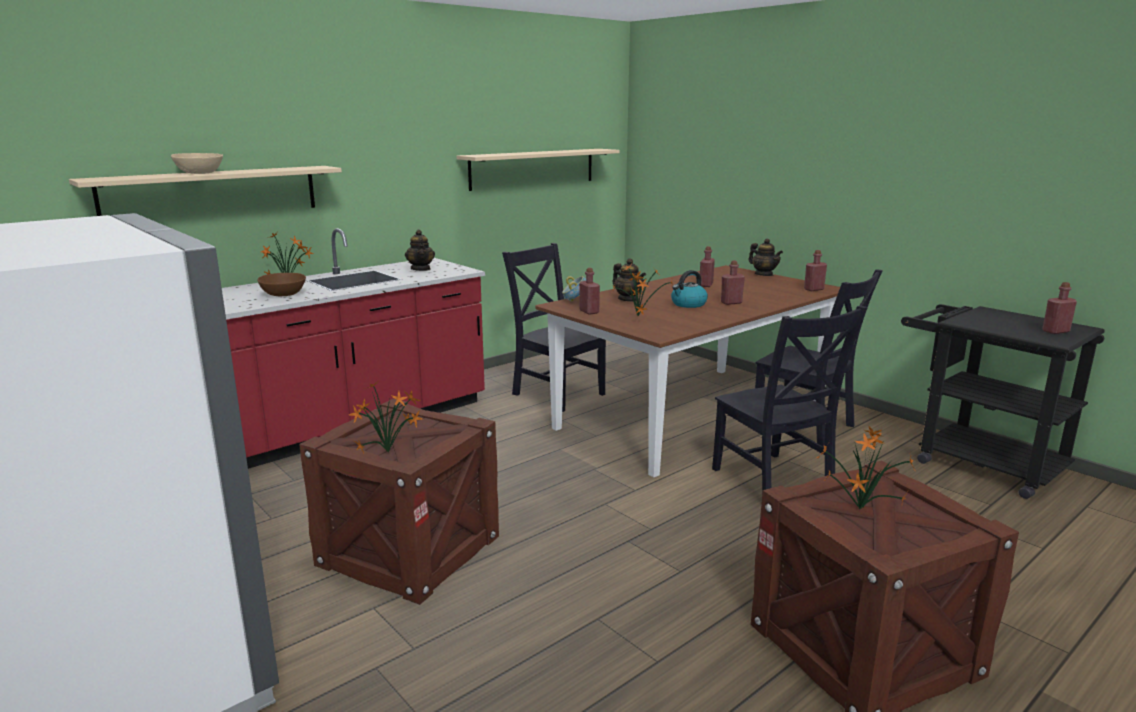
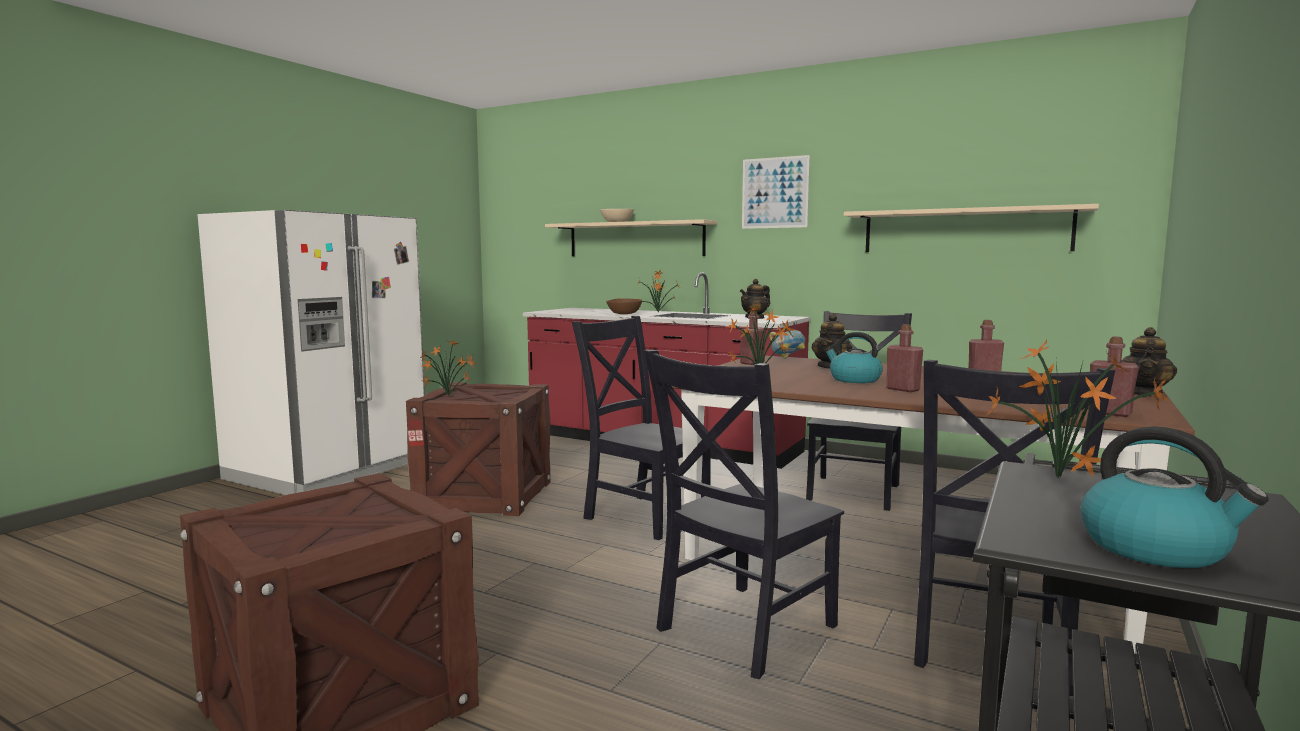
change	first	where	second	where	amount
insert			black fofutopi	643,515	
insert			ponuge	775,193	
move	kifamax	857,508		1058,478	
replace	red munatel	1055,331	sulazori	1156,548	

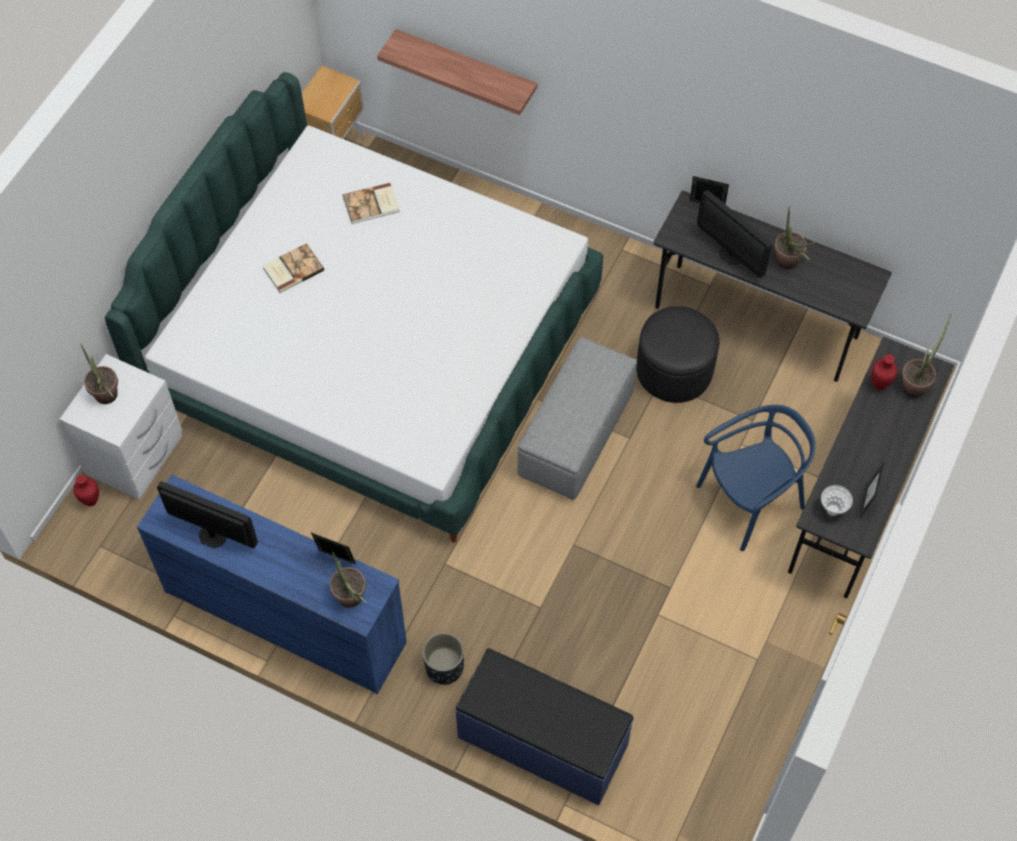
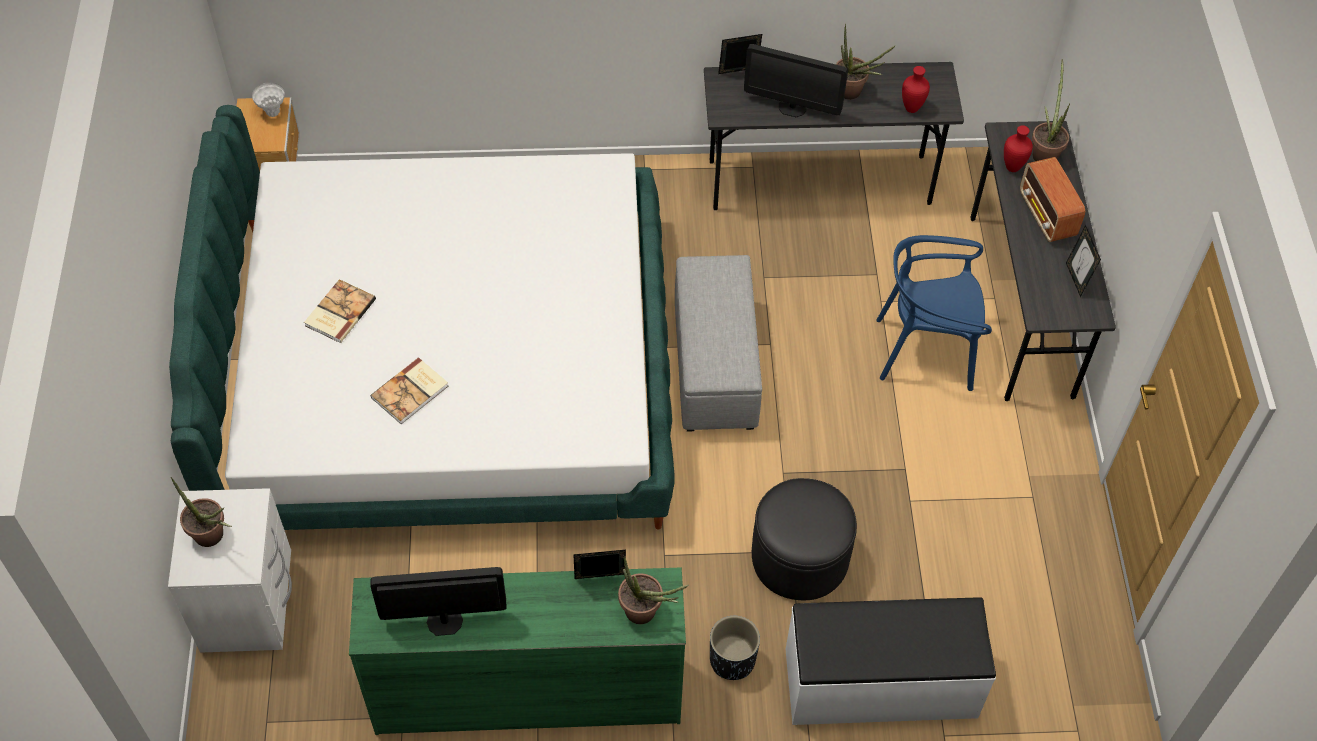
change	first	where	second	where	amount
delete	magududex	466,68			
insert			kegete	1047,216	
move	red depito	90,501		910,108	
move	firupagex	372,205		411,392	
move	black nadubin	674,370		799,557	
move	white depito	832,510		272,112	
recolor	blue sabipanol	285,615	green sabipanol	527,692	
recolor	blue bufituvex	542,742	white bufituvex	880,684	
rotate	blue fofutopi	750,501		926,350	120 degrees counterclockwise

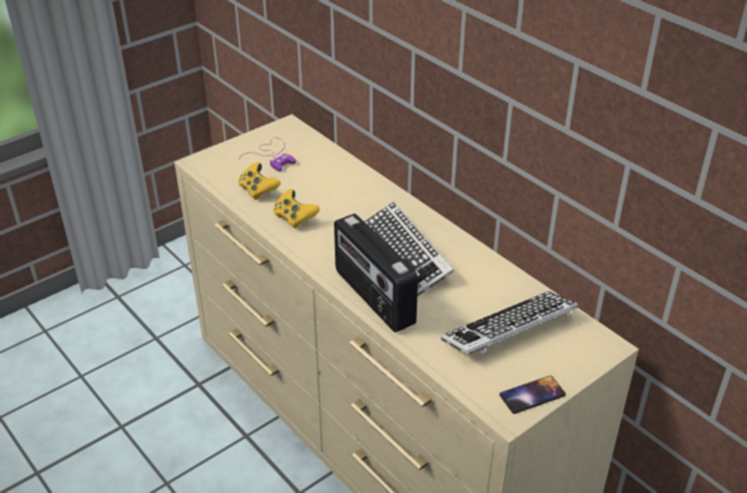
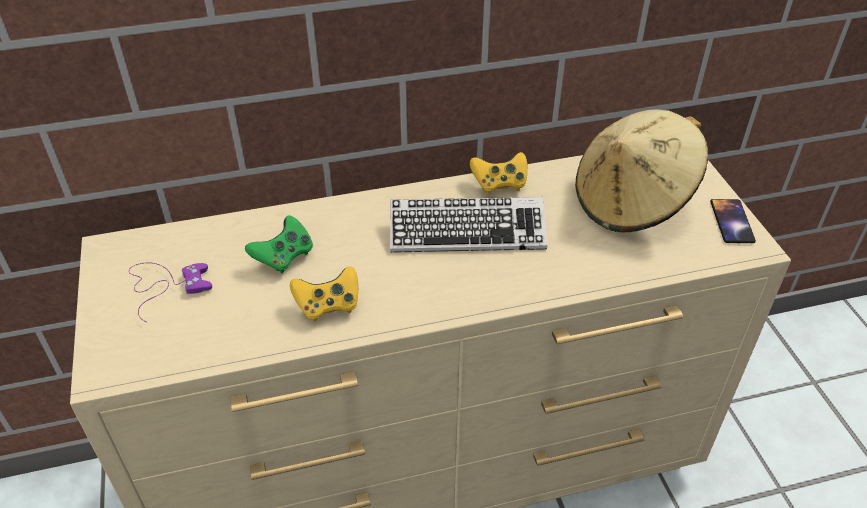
change	first	where	second	where	amount
delete	kegete	373,297			
insert			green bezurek	284,257	
move	yellow bezurek	258,190		499,184	
replace	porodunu	509,330	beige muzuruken	632,202	

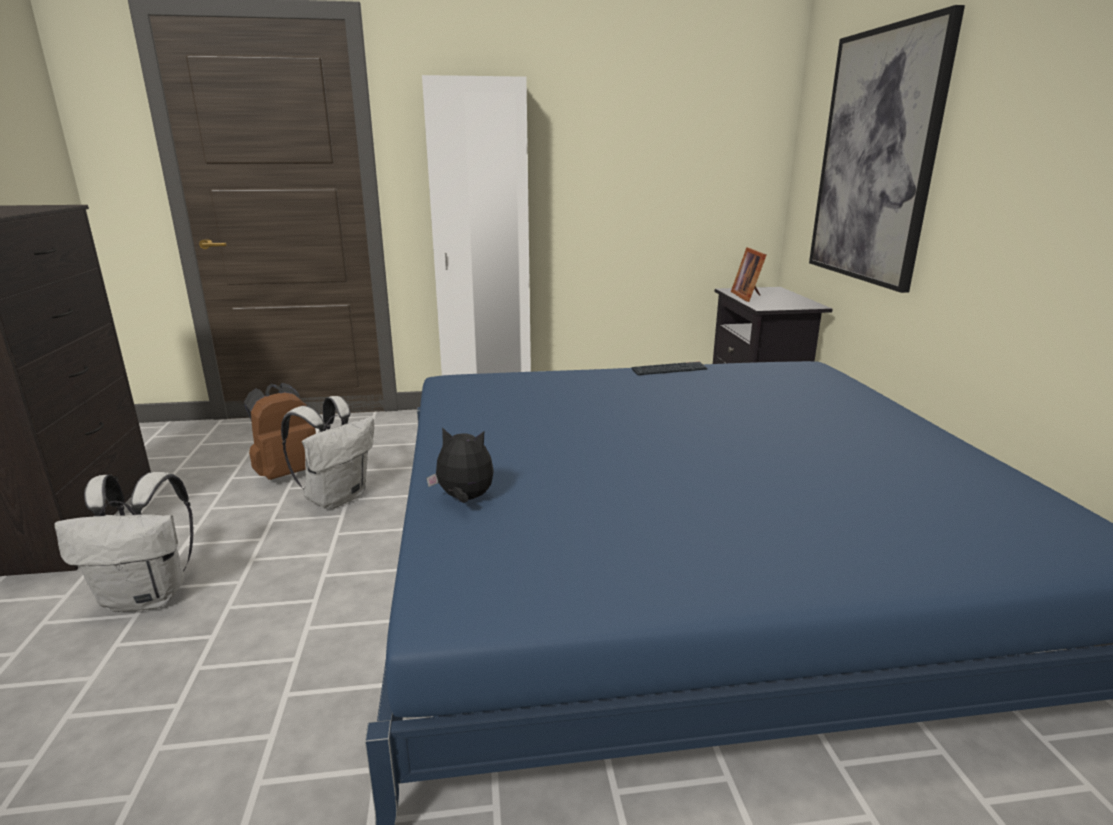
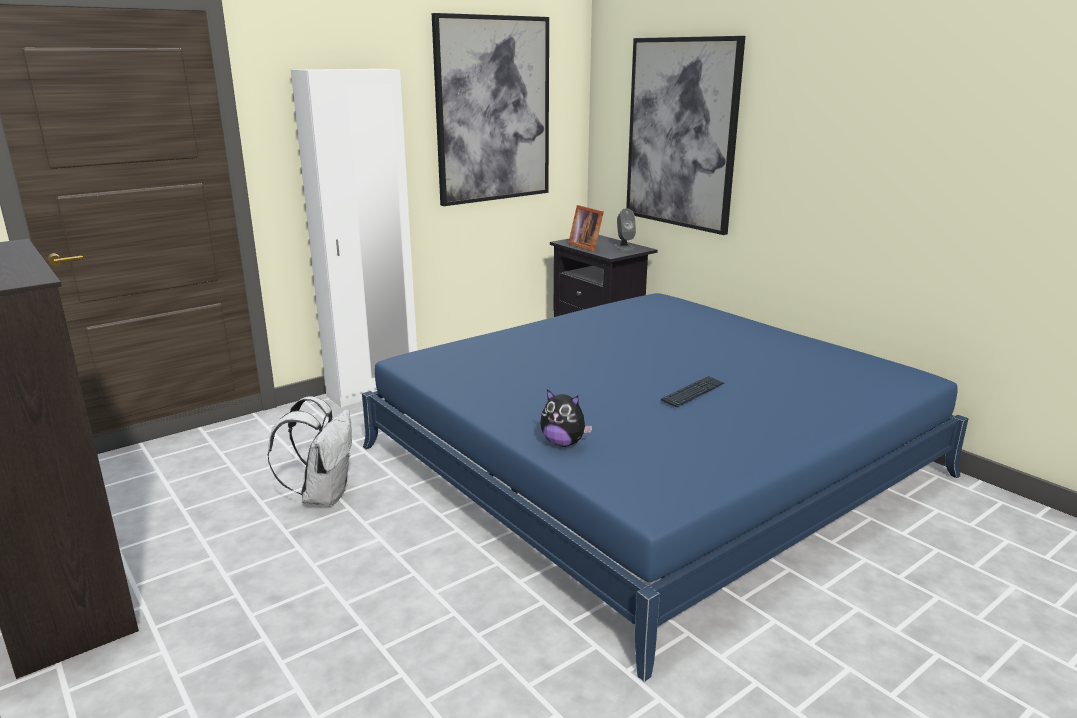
change	first	where	second	where	amount
delete	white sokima	149,597			
delete	brown sokima	288,472			
insert			ponuge	493,110	
insert			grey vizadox	624,247	
move	porodunu	669,370		693,393	
rotate	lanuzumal	464,499		563,443	135 degrees counterclockwise

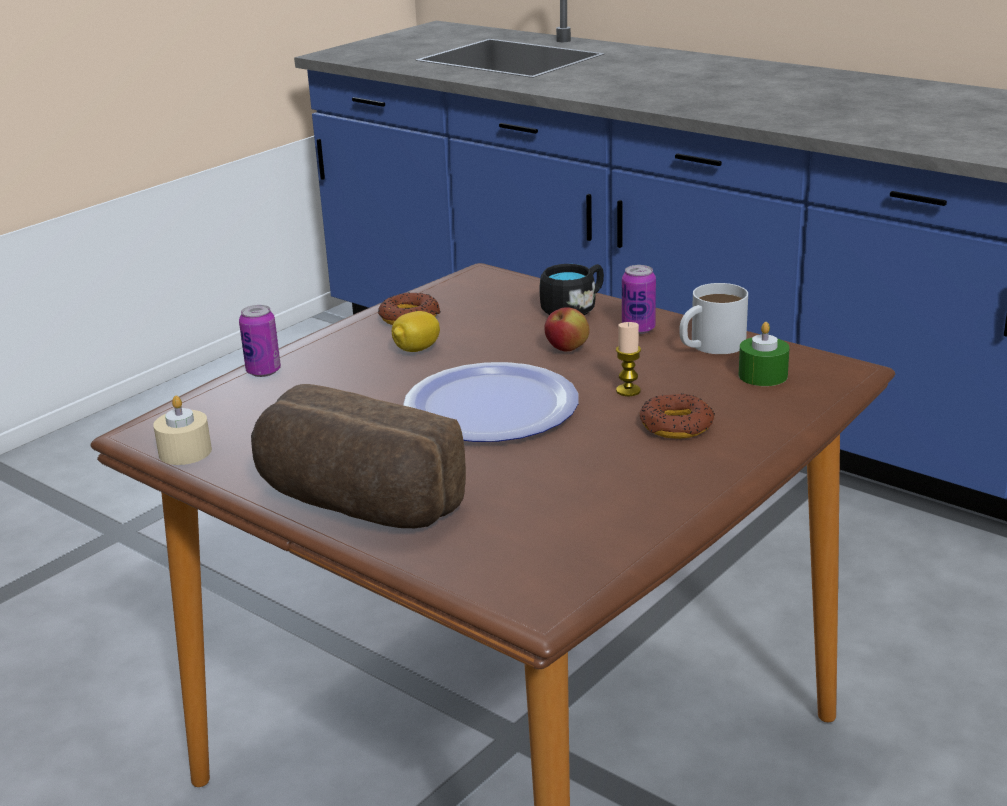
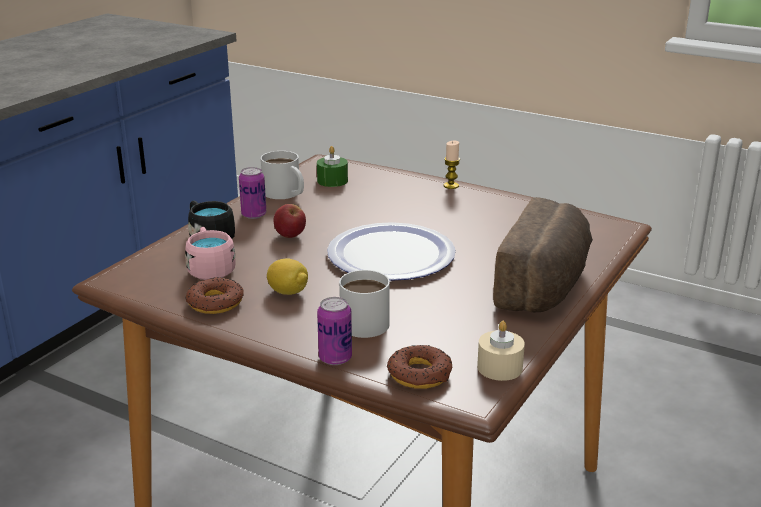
change	first	where	second	where	amount
insert			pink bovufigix	210,268	
insert			white bovufigix	365,319	
move	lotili	628,391		451,186	
move	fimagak	676,425		420,374	

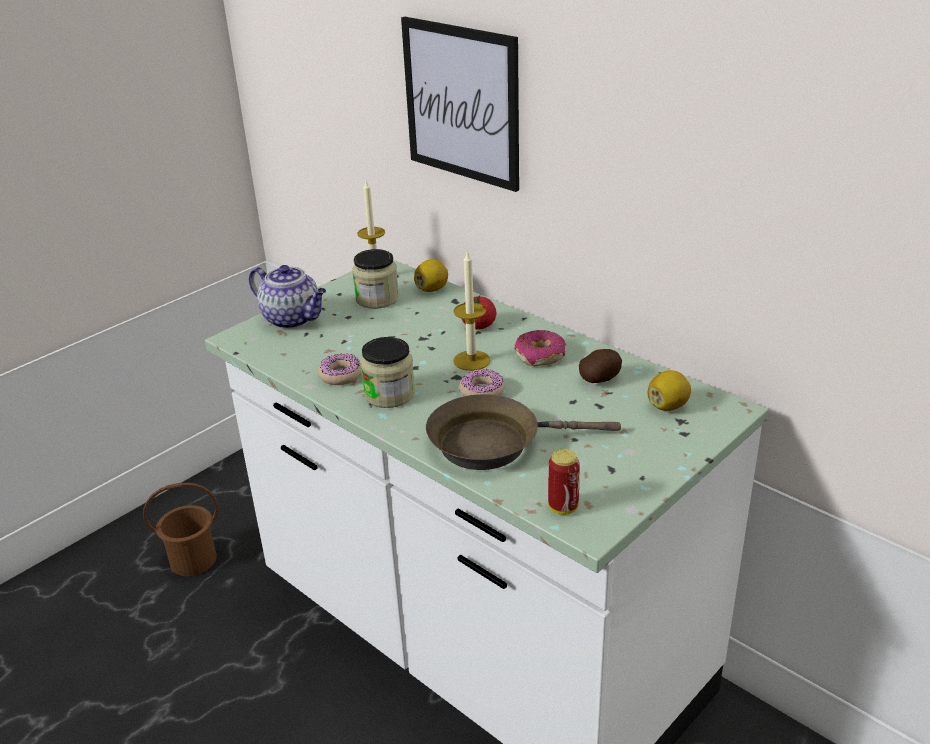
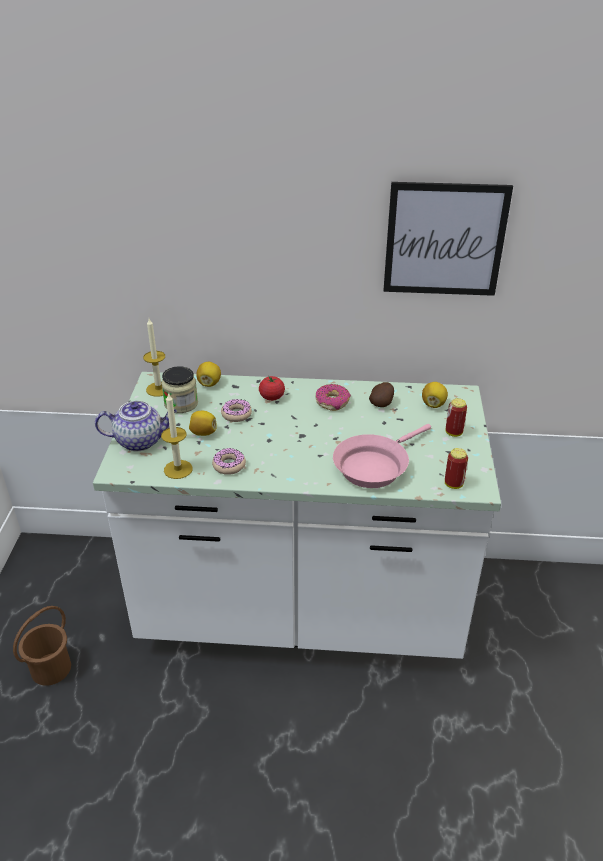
change	first	where	second	where	amount
delete	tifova	389,394			
insert			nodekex	203,433	
insert			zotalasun	453,433	
move	ponuge	461,103		444,240	
move	lotili	471,360		178,469	
move	fimagak	481,391		236,414	
recolor	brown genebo	493,443	pink genebo	374,466	

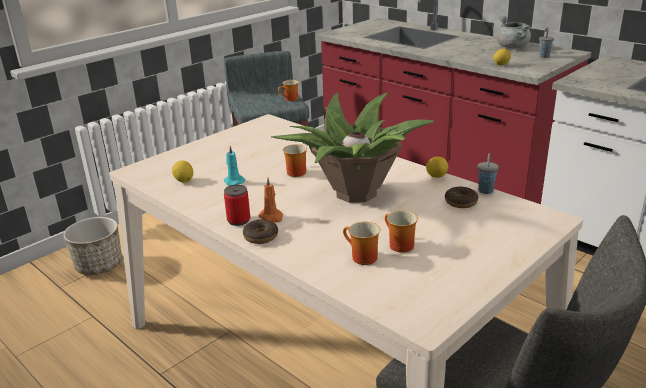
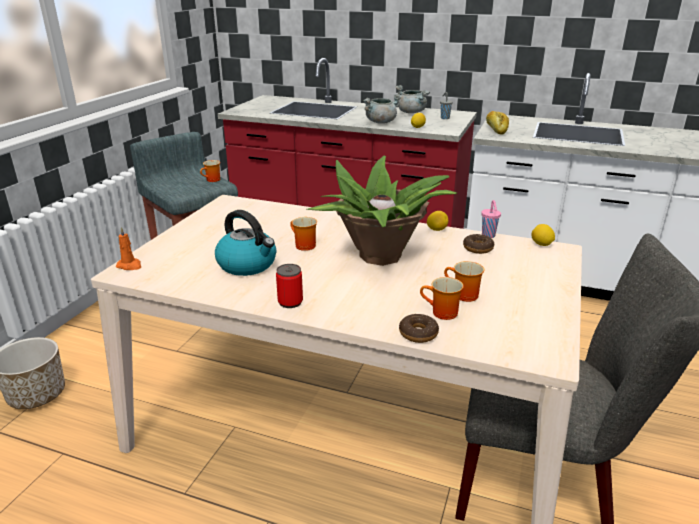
change	first	where	second	where	amount
insert			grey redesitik	381,122	
insert			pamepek	496,129	
move	nodekex	184,181		541,244	
move	fimagak	261,236		418,333	
move	orange lotili	271,217		130,266	
replace	turquoise lotili	233,181	sulazori	248,264	
recolor	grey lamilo	485,191	pink lamilo	488,236	

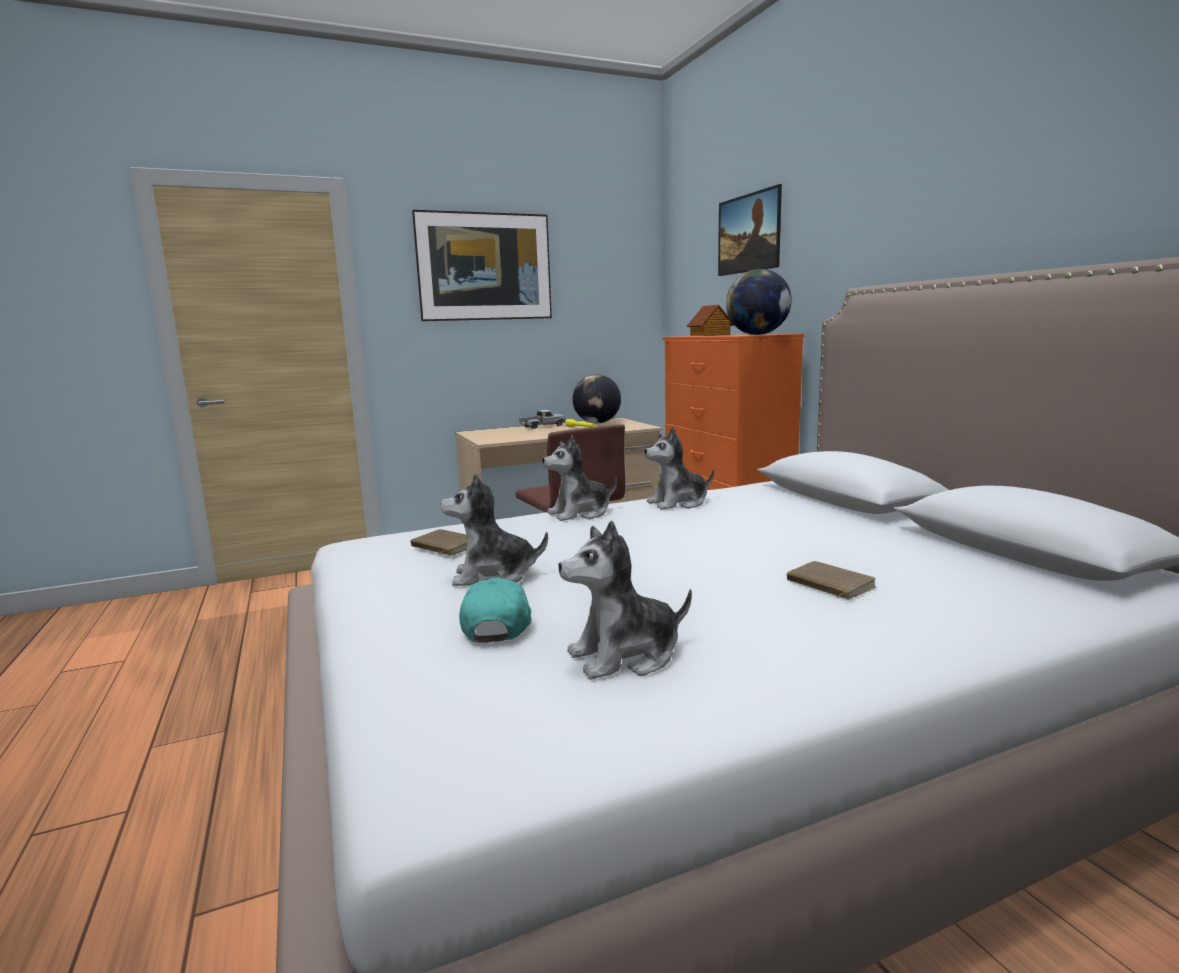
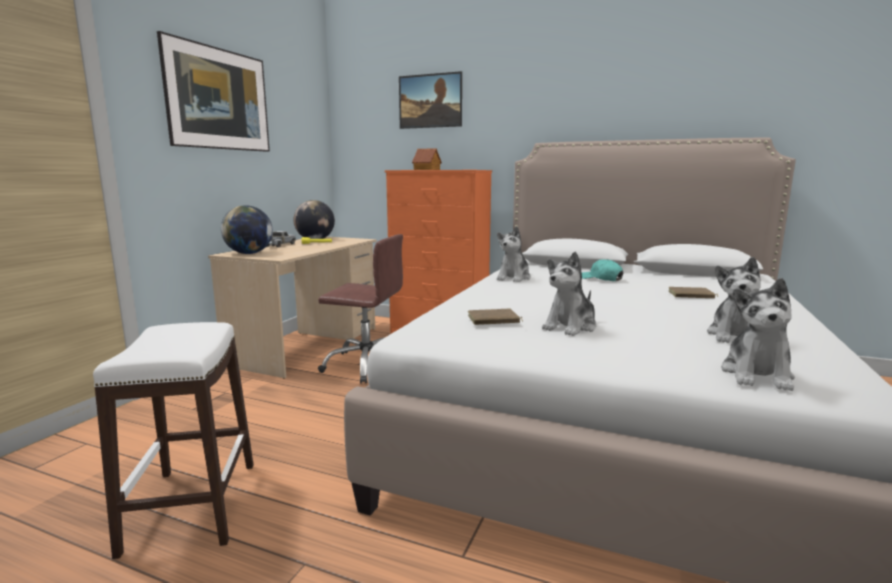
change	first	where	second	where	amount
insert			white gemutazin	191,506	
move	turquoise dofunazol	497,625		601,279	
move	lanuzumal	580,513		757,375	
move	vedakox	757,334		249,253	

